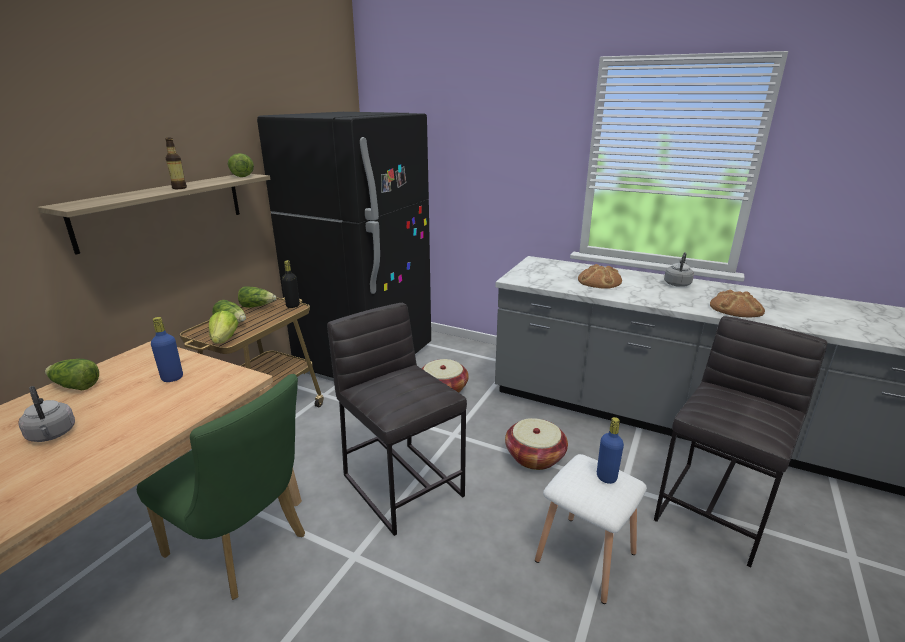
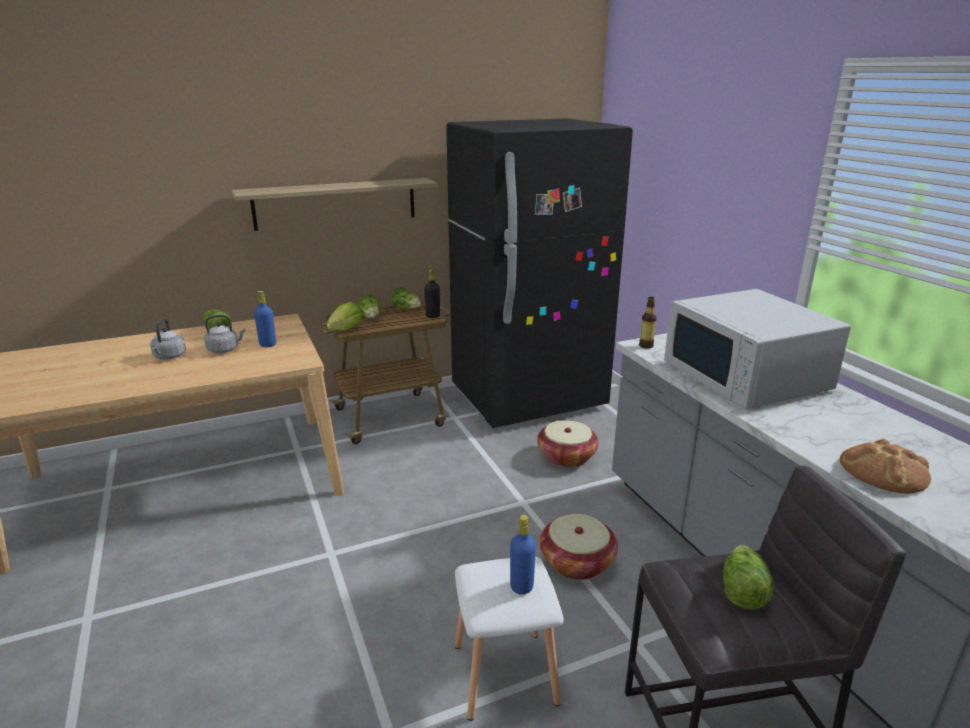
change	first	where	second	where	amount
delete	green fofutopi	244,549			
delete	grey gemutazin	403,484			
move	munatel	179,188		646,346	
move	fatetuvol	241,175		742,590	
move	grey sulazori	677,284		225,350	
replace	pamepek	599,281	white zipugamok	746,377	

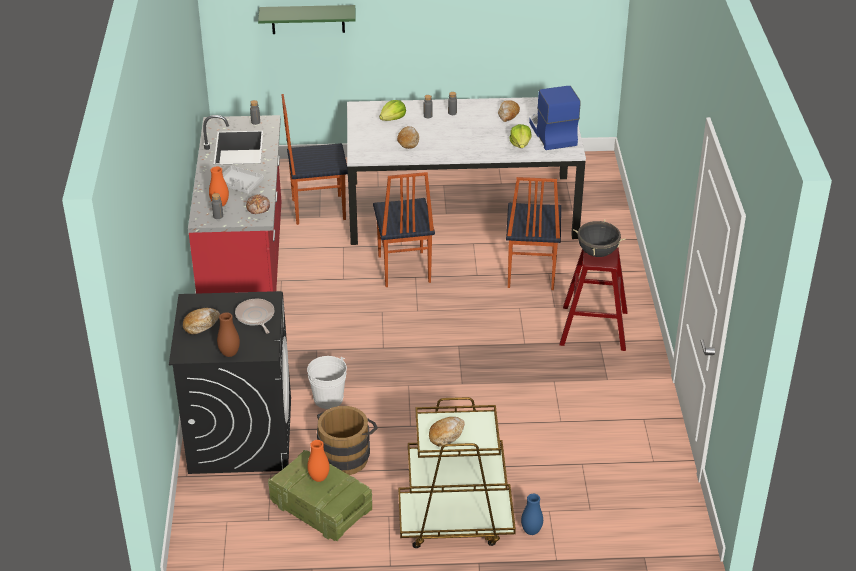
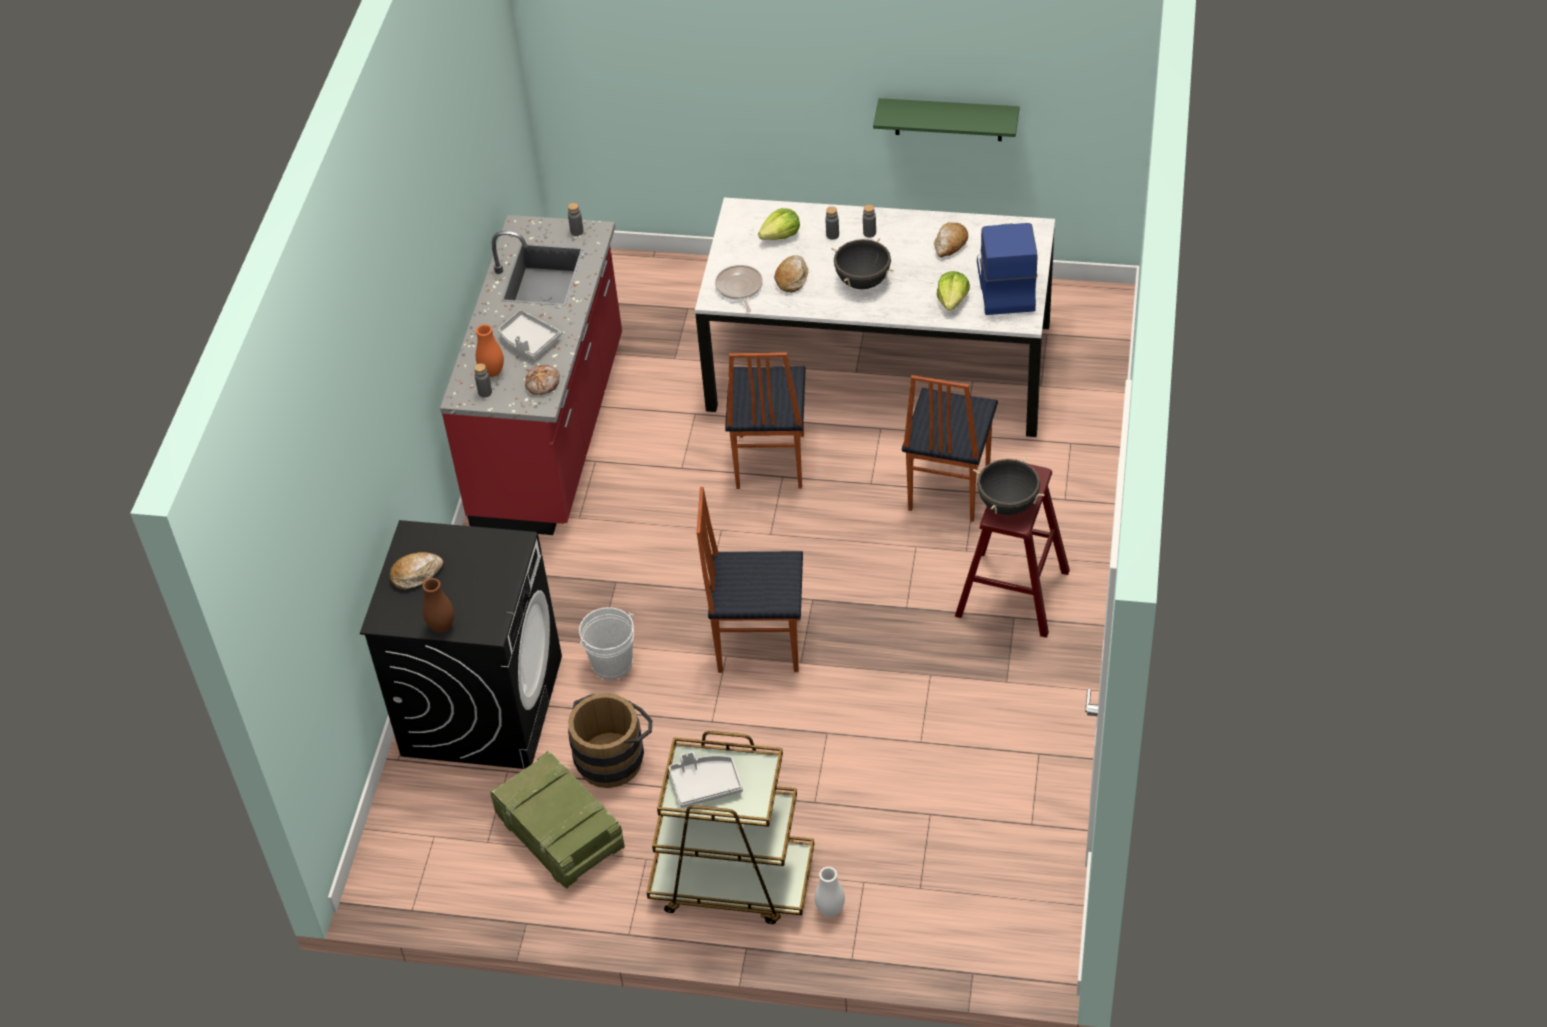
change	first	where	second	where	amount
delete	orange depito	319,478			
insert			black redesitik	863,281	
move	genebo	255,317		739,288	
move	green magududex	308,19		948,119	
move	fofutopi	318,209		758,643	
replace	pamepek	446,435	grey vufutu	705,785	
recolor	blue depito	531,531	white depito	830,910	

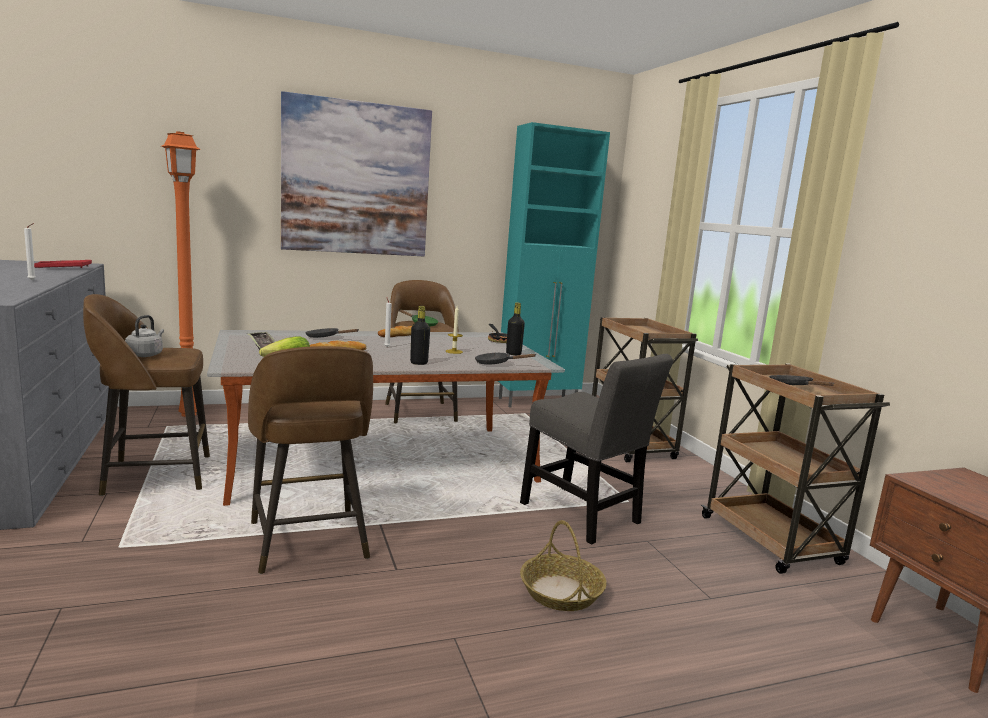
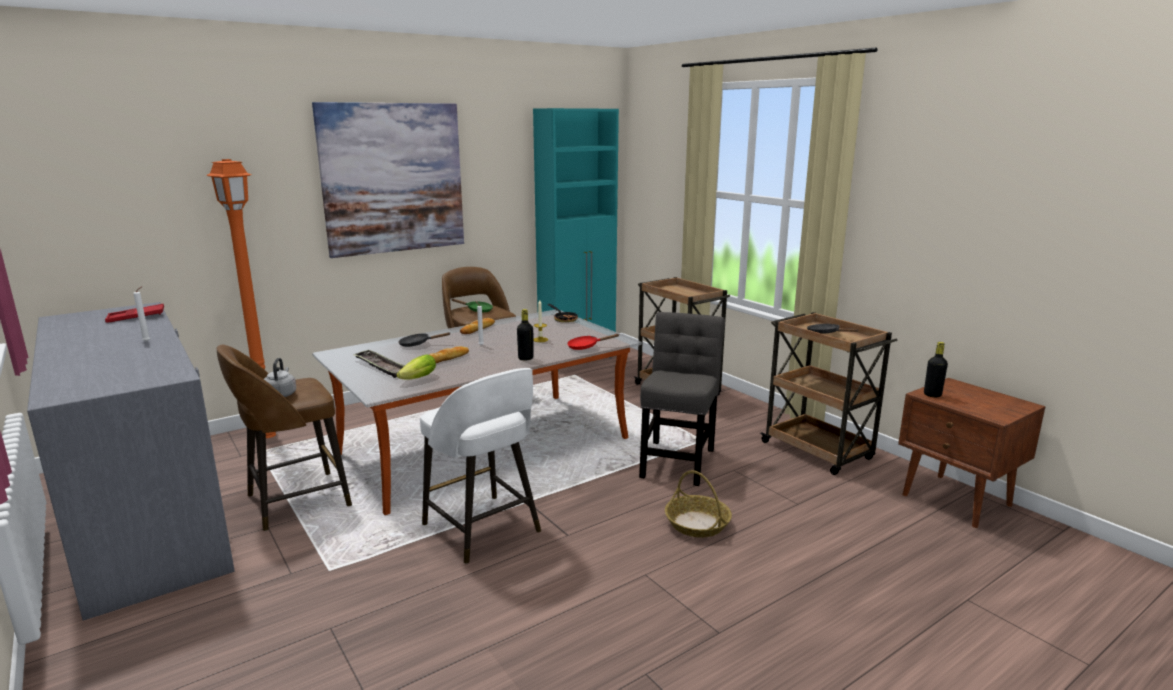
change	first	where	second	where	amount
move	black munatel	513,354		932,395	
recolor	brown gemutazin	309,542	white gemutazin	483,529	
recolor	black genebo	496,364	red genebo	586,347	
rotate	grey fofutopi	583,516		677,460	105 degrees counterclockwise

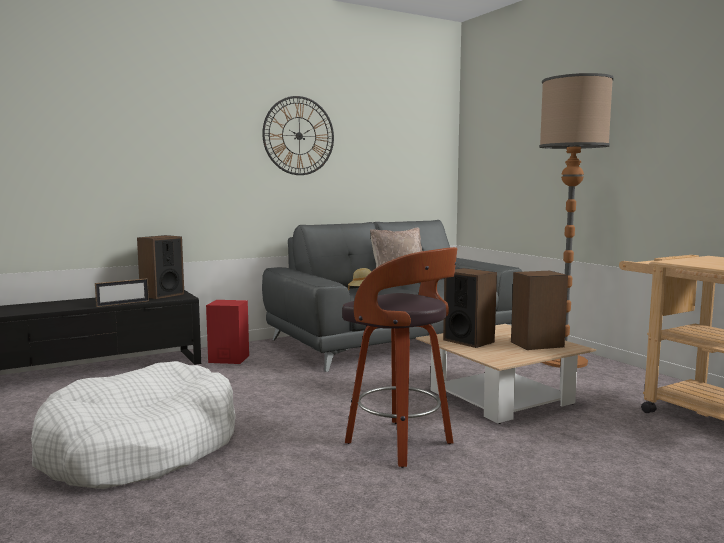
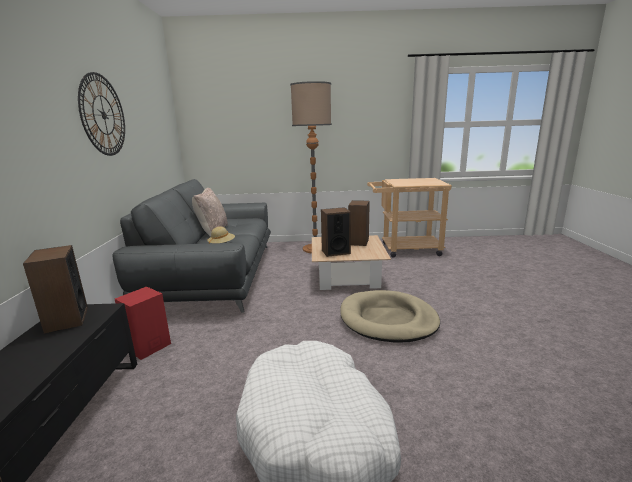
change	first	where	second	where	amount
delete	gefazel	123,303			
replace	gemutazin	401,444	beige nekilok	388,320	

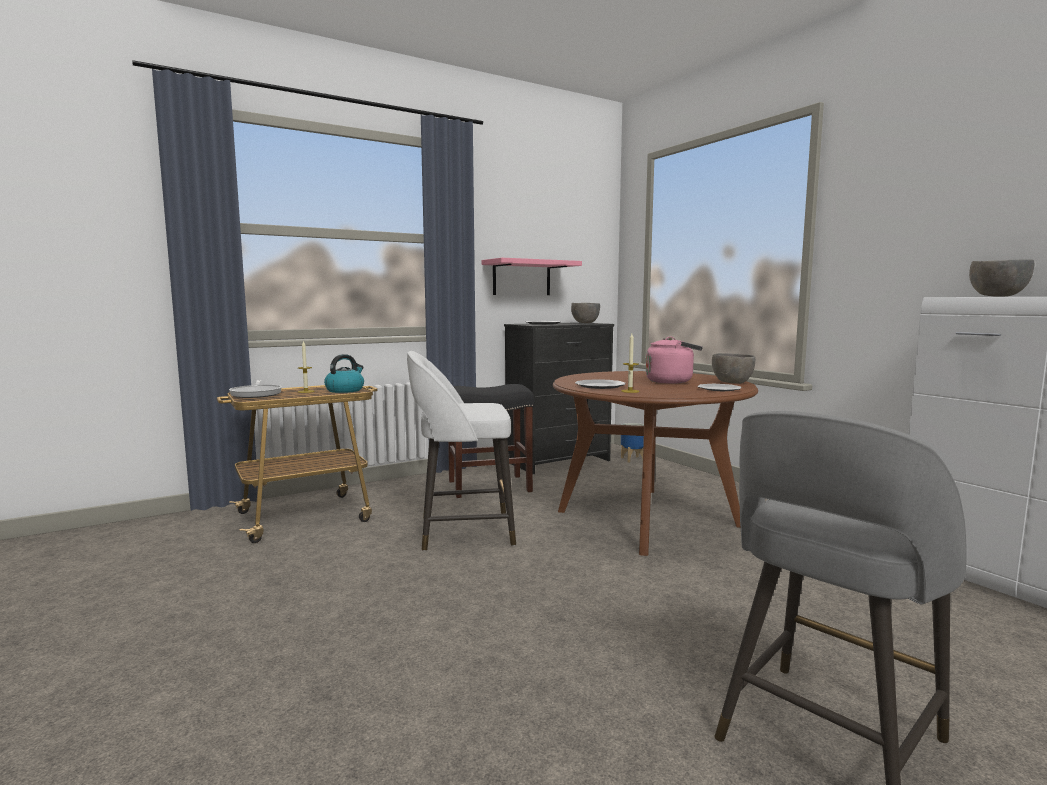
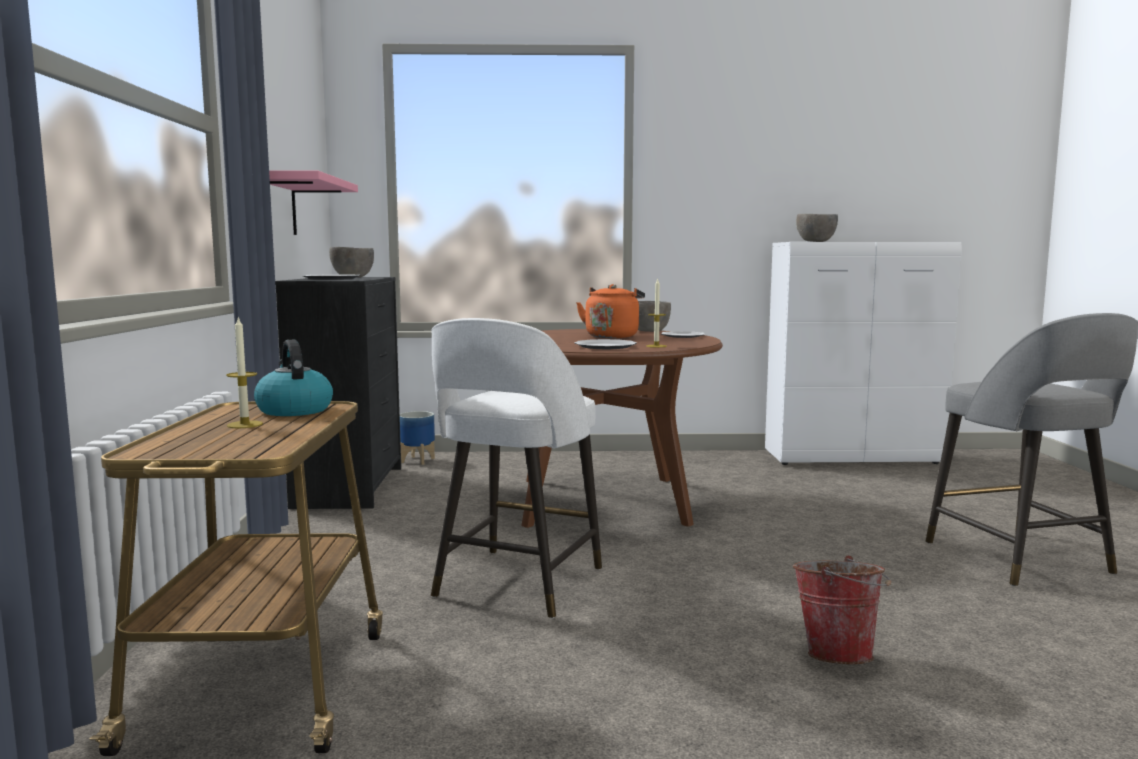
change	first	where	second	where	amount
delete	genebo	256,394			
delete	black gemutazin	490,486			
insert			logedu	837,654	
recolor	pink sulazori	671,381	orange sulazori	612,336	

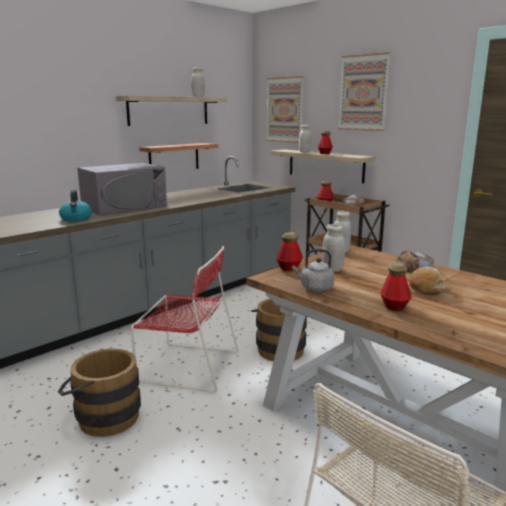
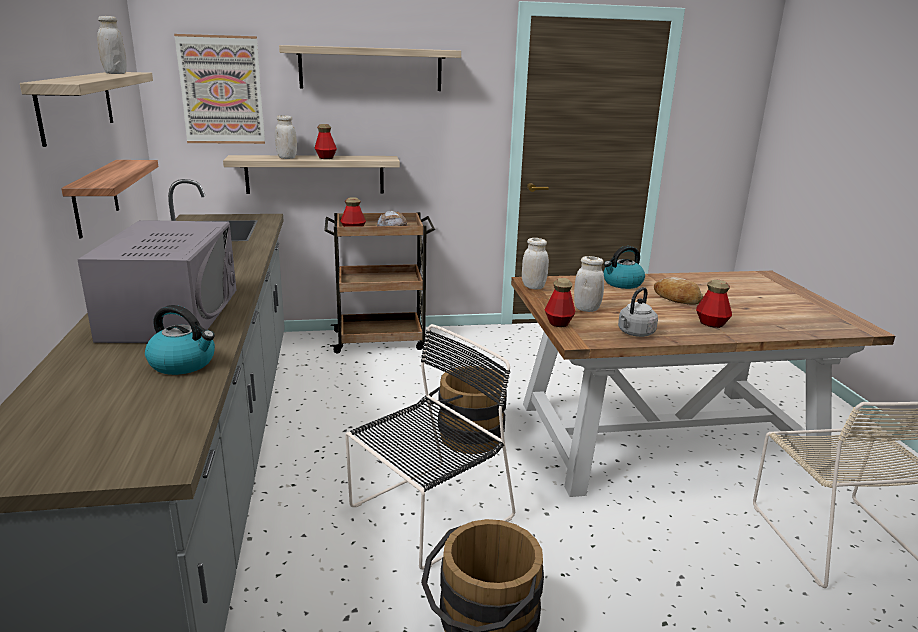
change	first	where	second	where	amount
replace	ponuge	363,93	magududex	371,68	
replace	pamepek	413,268	sulazori	622,283	
recolor	red fofutopi	186,366	black fofutopi	427,514	

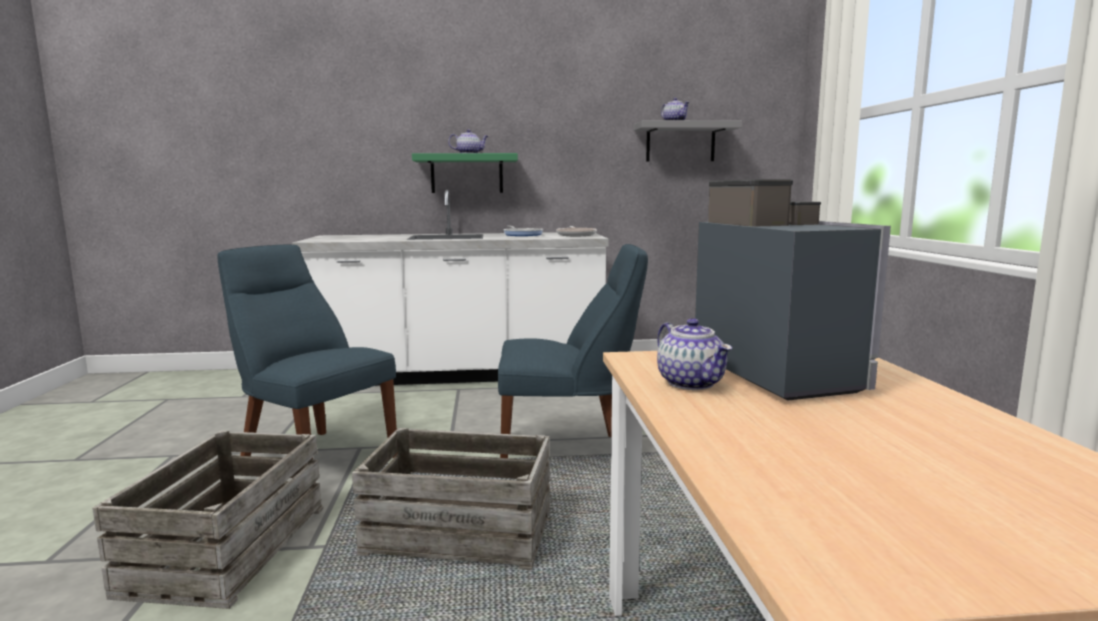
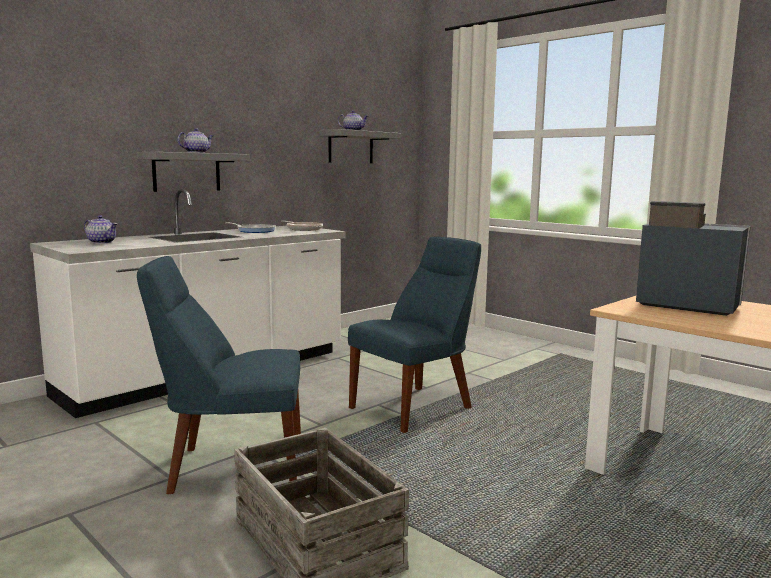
change	first	where	second	where	amount
delete	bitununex	460,531			
move	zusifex	692,383		102,242	
recolor	green magududex	467,174	grey magududex	186,172	

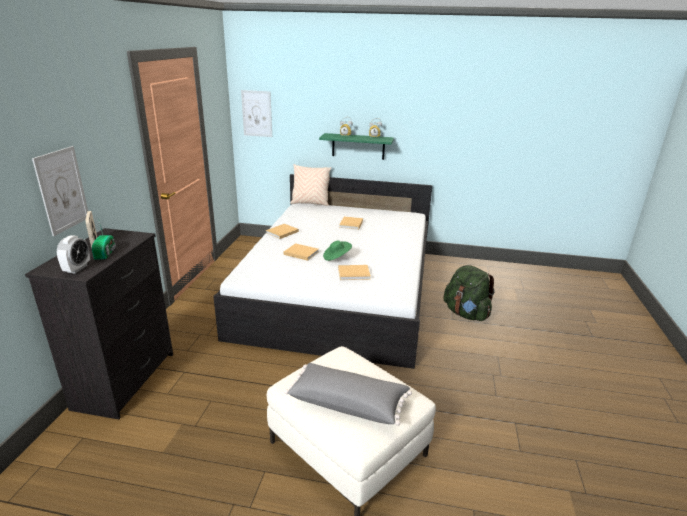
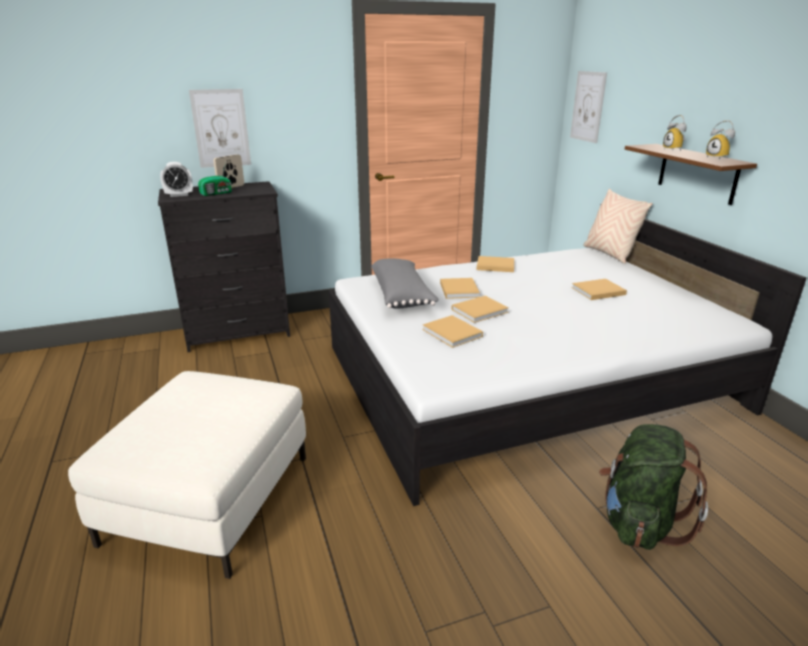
change	first	where	second	where	amount
move	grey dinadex	348,402		402,295	
replace	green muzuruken	336,257	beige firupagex	481,310	
recolor	green magududex	358,146	brown magududex	697,173	

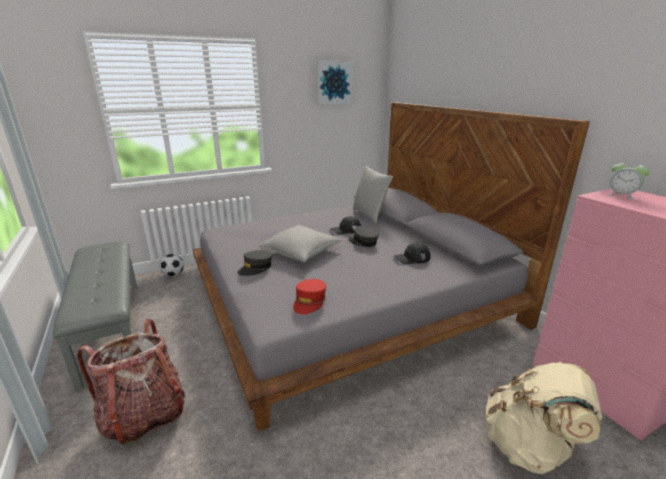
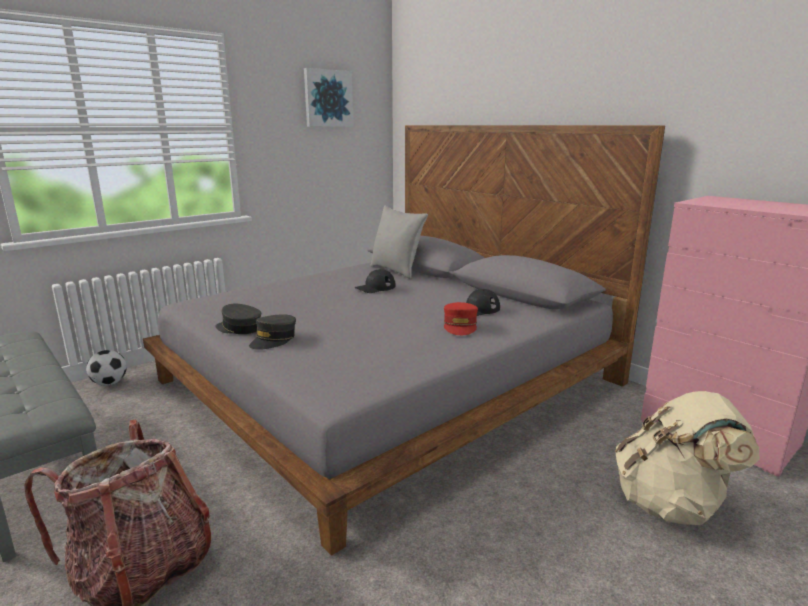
change	first	where	second	where	amount
delete	grey dinadex	301,252			
delete	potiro	621,196			
move	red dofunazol	309,302		460,326	
move	grey dofunazol	363,242		239,328	

